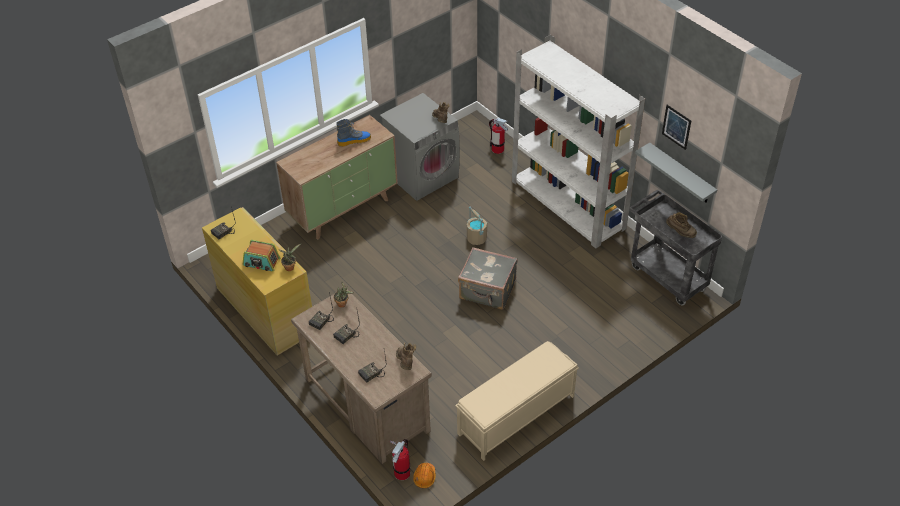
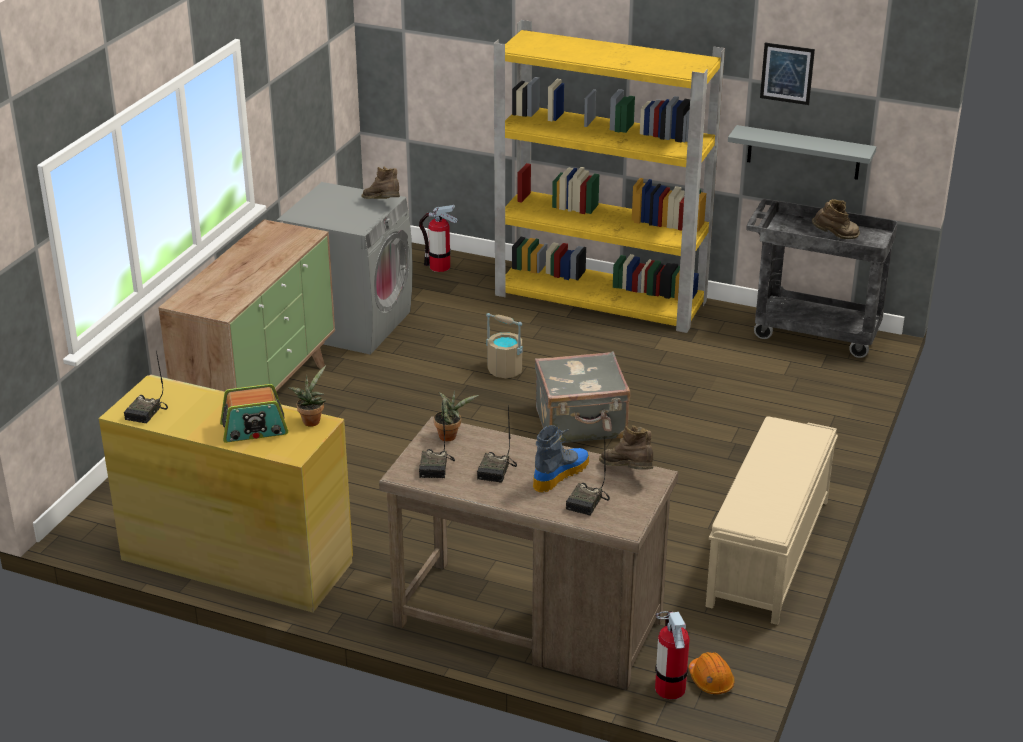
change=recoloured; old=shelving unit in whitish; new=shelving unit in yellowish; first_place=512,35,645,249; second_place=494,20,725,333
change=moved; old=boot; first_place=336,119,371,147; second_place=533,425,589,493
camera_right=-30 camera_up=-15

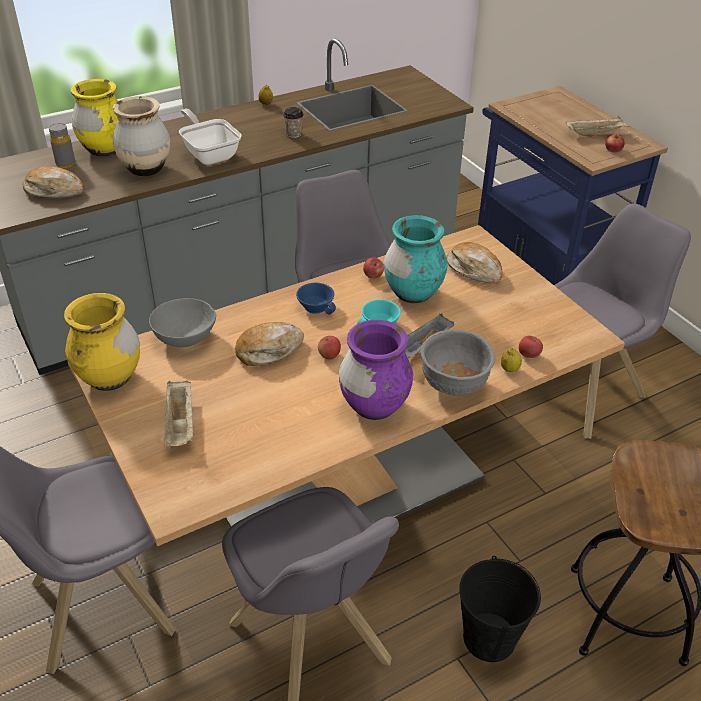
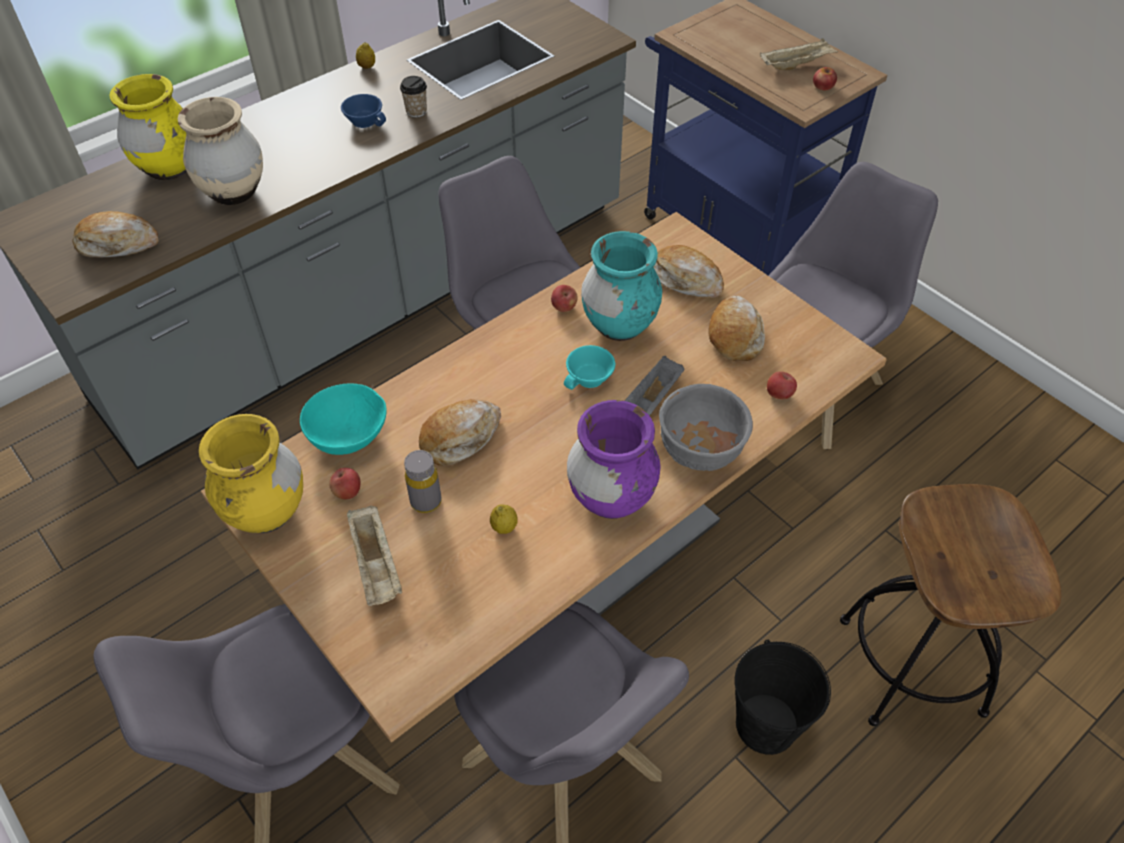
change=removed; old=skillet; first_place=179,109,242,165
change=moved; old=drink bottle in grey; first_place=49,123,75,169; second_place=404,450,442,513
change=moved; old=small cup in blue; first_place=296,283,336,315; second_place=341,94,386,128
change=recoloured; old=serving bowl in grey; new=serving bowl in blue-green; first_place=149,298,216,347; second_place=300,384,387,455
change=moved; old=whole apple; first_place=318,336,341,359; second_place=329,468,360,499
change=moved; old=whole lemon; first_place=501,348,522,372; second_place=490,504,518,534
change=added; new=bakery bread; second_place=708,295,765,361
camera_right=-10 camera_up=10

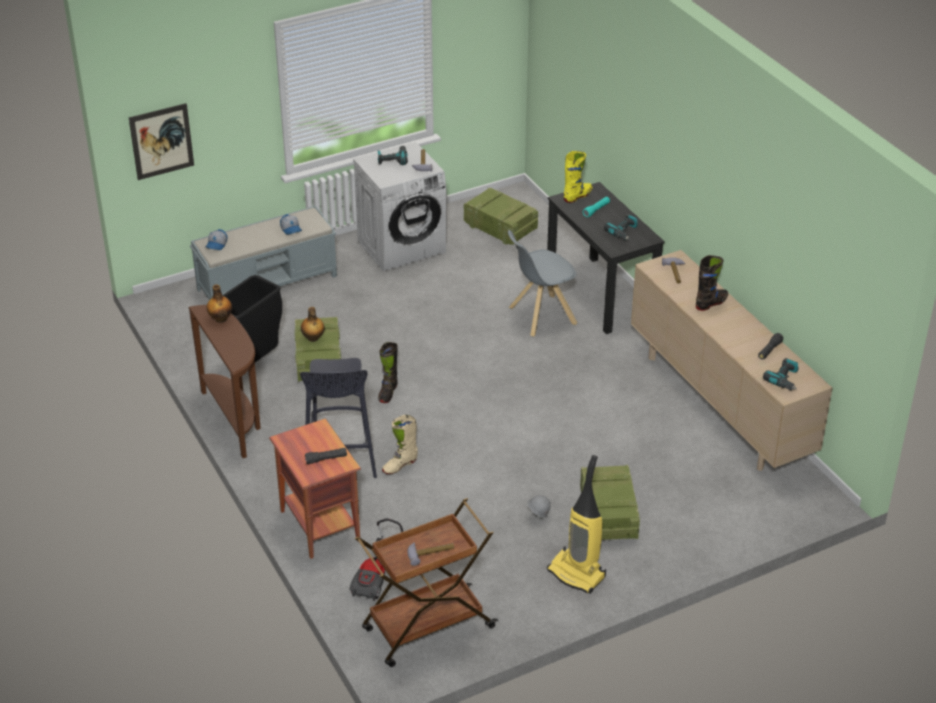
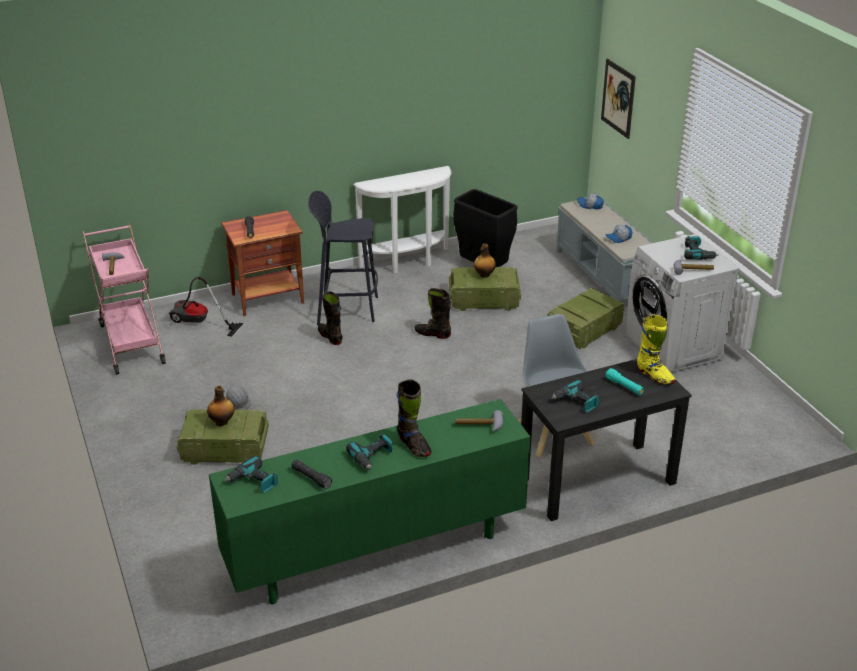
change=moved; old=crate; first_place=464,188,538,245; second_place=548,288,624,349
change=recoloured; old=cupboard in sand-coloured; new=cupboard in green-coloured; first_place=631,250,832,471; second_place=209,399,530,604
change=moved; old=drink bottle; first_place=207,284,232,323; second_place=207,386,234,426
change=recoloured; old=hall table in brown-coloured; new=hall table in whitish; first_place=188,305,261,458; second_place=354,166,451,274
change=recoloured; old=boot in sand-coloured; new=boot in blackish; first_place=382,415,418,474; second_place=318,291,343,345
change=removed; old=vacuum cleaner; first_place=547,455,606,594
change=recoloured; old=trolley in brown-coloured; new=trolley in pink-coloured; first_place=355,498,498,667; second_place=83,223,166,375
change=added; new=electric drill; second_place=346,433,392,470
camera_right=95 camera_up=-5

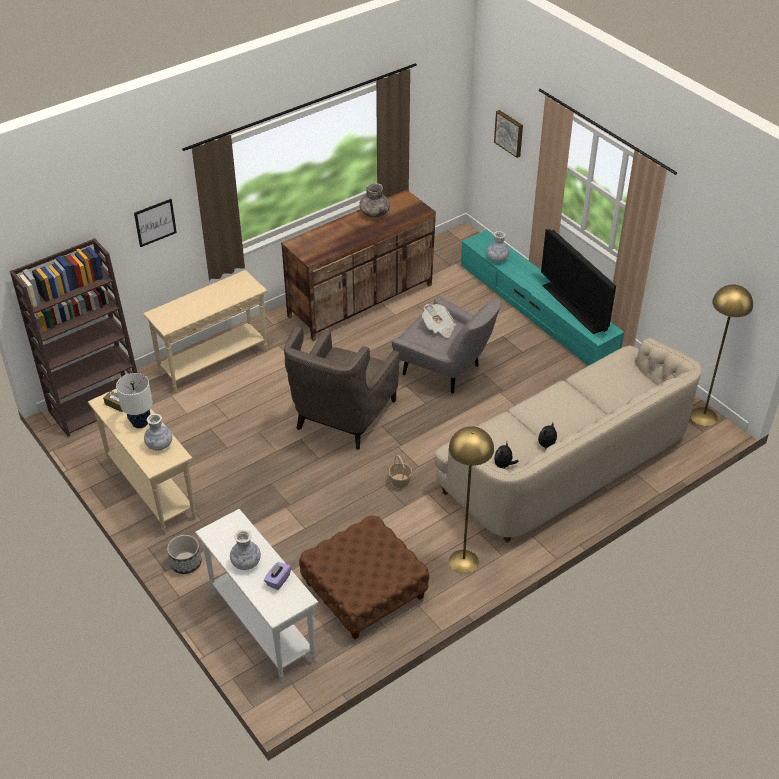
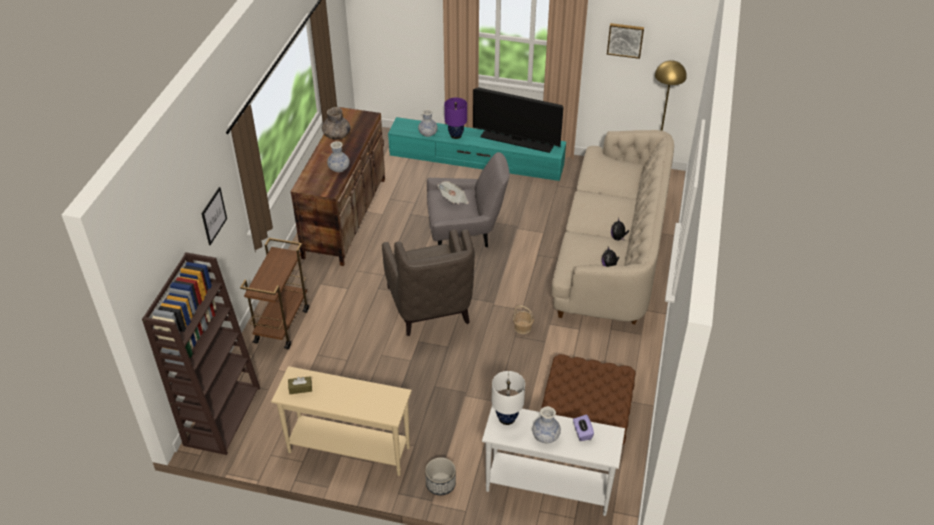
change=moved; old=wall picture; first_place=494,110,523,158; second_place=607,23,644,59
change=replaced; old=hall table in sand-coloured; new=trolley in brown-coloured; first_place=143,270,267,393; second_place=240,238,309,349
change=moved; old=tabletop lamp in whitish; first_place=116,373,153,428; second_place=491,371,525,425
change=moved; old=decorative vase; first_place=144,413,172,451; second_place=327,141,350,172
change=removed; old=floor lamp in yellowish; first_place=449,426,494,574
change=added; new=tabletop lamp in purple-coloured; second_place=444,98,467,139
camera_right=-40 camera_up=0

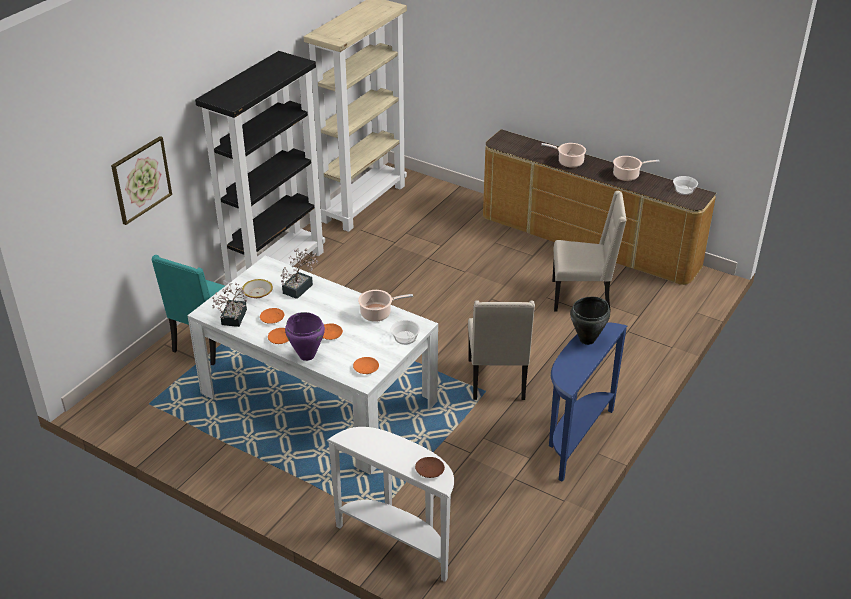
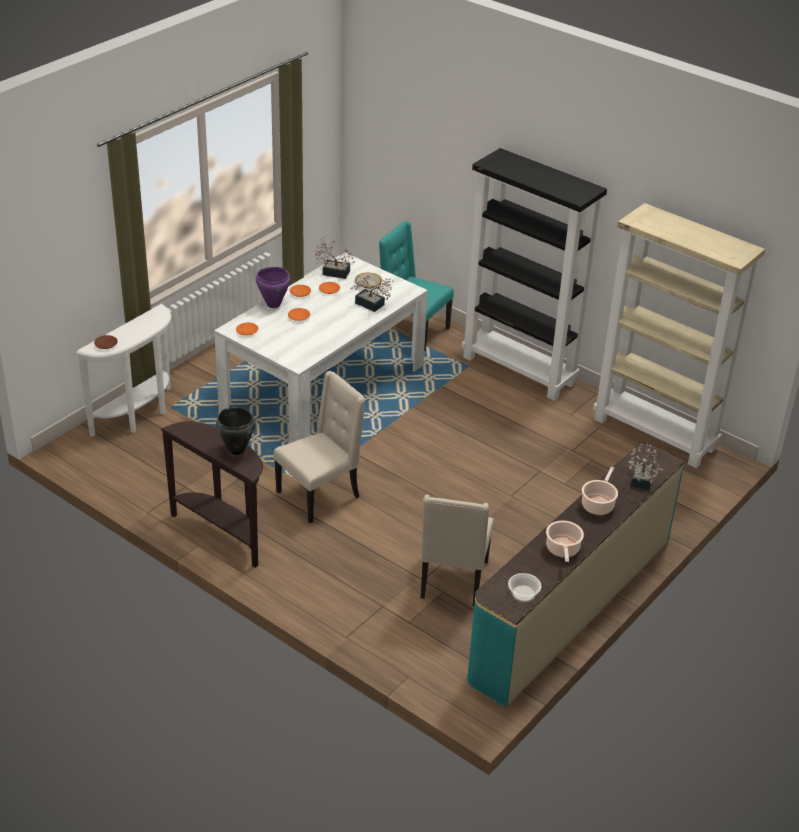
change=recoloured; old=cupboard in brown-coloured; new=cupboard in blue-green; first_place=483,129,716,285; second_place=467,444,685,708
change=removed; old=wall picture; first_place=111,136,172,225
change=removed; old=stockpot; first_place=358,290,413,322
change=turned; old=upright chair in sand-coloured; first_place=468,300,535,400; second_place=274,371,366,523; degrees=135
change=removed; old=serving bowl; first_place=391,320,420,345
change=recoloured; old=hall table in blue; new=hall table in brown-coloured; first_place=549,322,627,482; second_place=161,421,263,568
change=added; new=potted plant; second_place=628,444,663,490
camera_right=95 camera_up=0

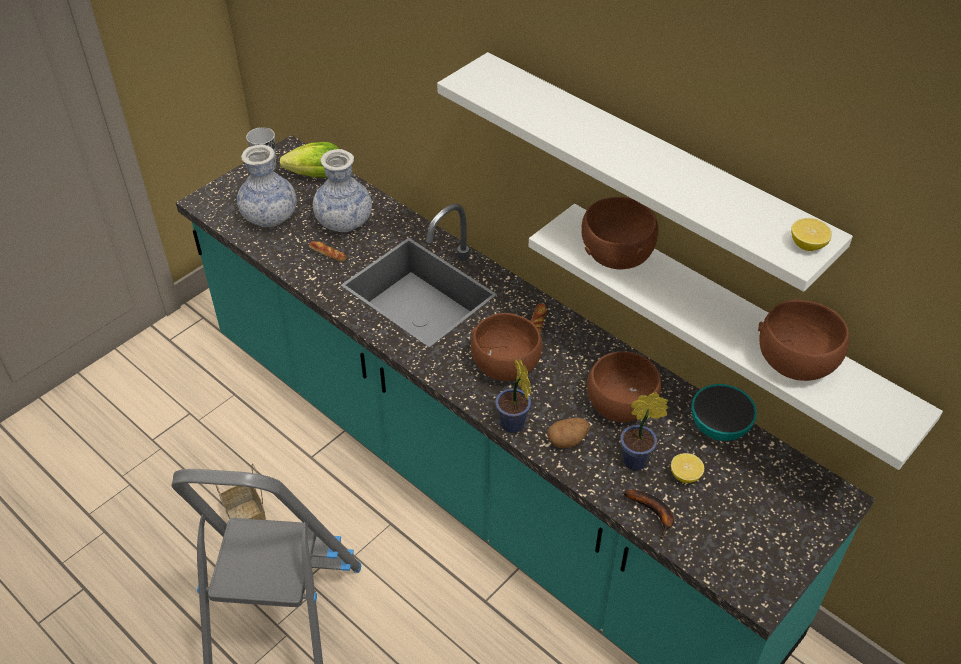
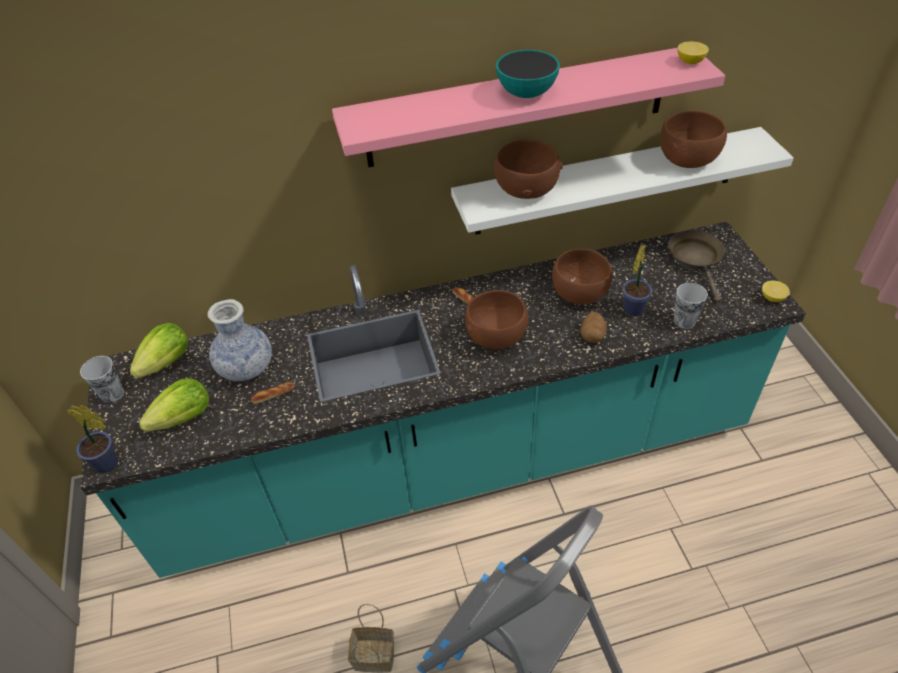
change=recoloured; old=bracket shelf in whitish; new=bracket shelf in pink-coloured; first_place=437,52,853,292; second_place=332,48,725,167
change=replaced; old=decorative vase; new=head of lettuce; first_place=237,145,297,227; second_place=139,378,209,432
change=moved; old=potted plant; first_place=495,359,531,433; second_place=67,405,118,473
change=moved; old=serving bowl; first_place=692,384,757,441; second_place=496,50,560,98
change=moved; old=whole lemon; first_place=671,453,704,483; second_place=762,281,790,302
change=replaced; old=banana fruit; new=small cup; first_place=624,490,674,538; second_place=674,283,708,329
change=added; new=skillet in brown-coloured; second_place=668,230,724,302
camera_right=-55 camera_up=0

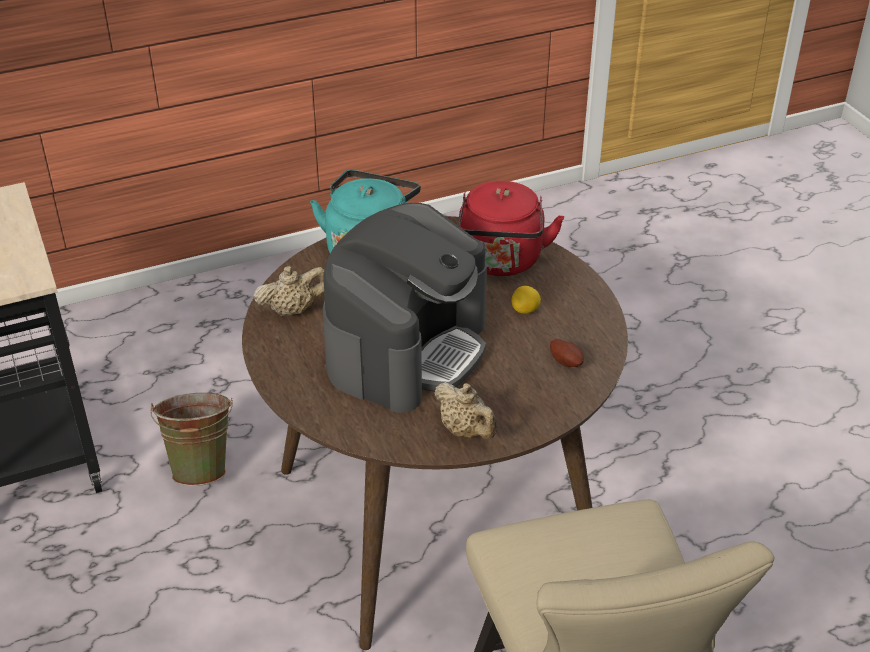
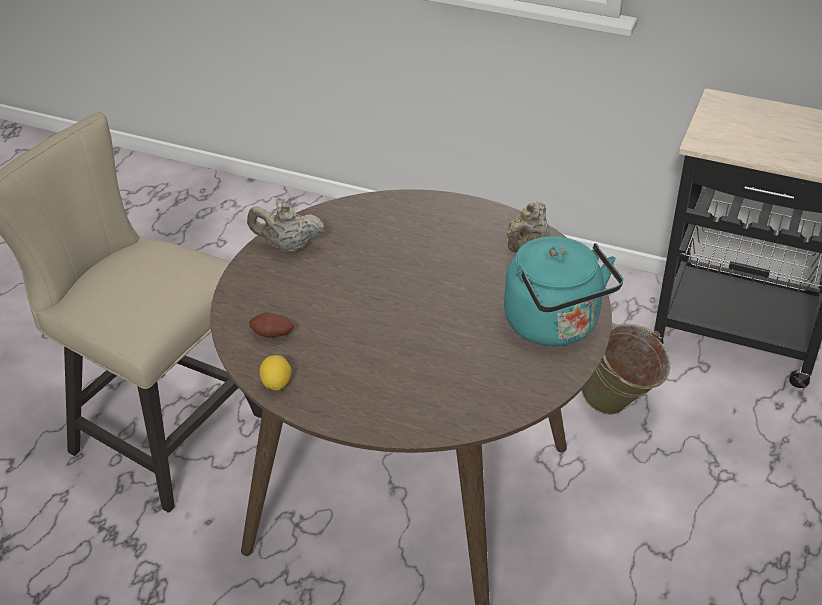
change=removed; old=kettle in red-coloured; first_place=458,181,564,276
change=removed; old=coffee maker; first_place=323,203,487,413
change=moved; old=whole lemon; first_place=511,286,541,314; second_place=259,355,292,390
camera_right=135 camera_up=0

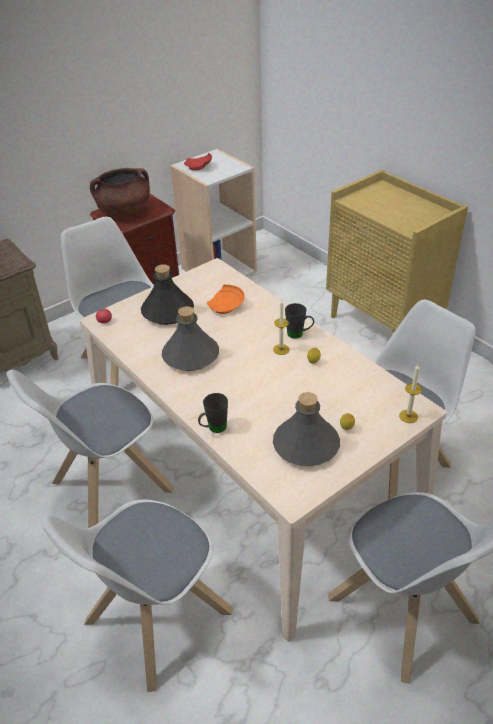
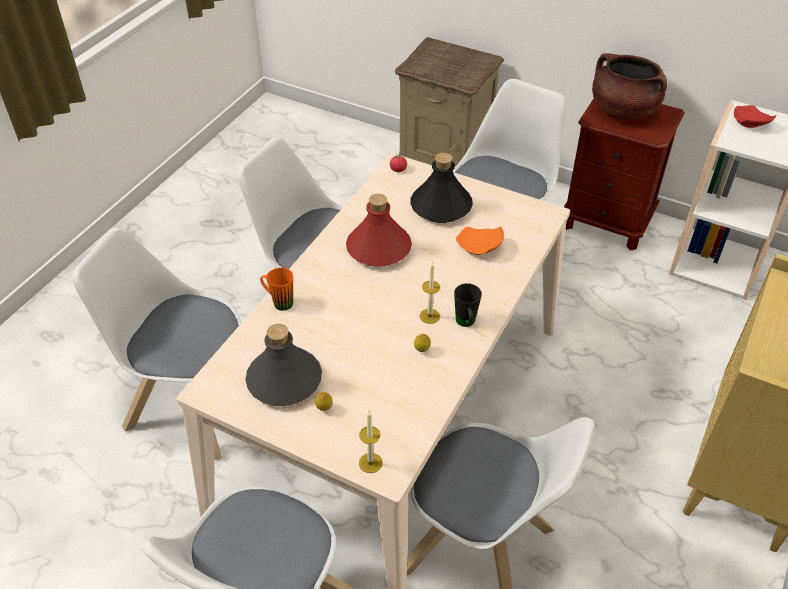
change=recoloured; old=drink bottle in grey; new=drink bottle in red-coloured; first_place=162,306,219,371; second_place=346,194,412,267
change=recoloured; old=coffee mug in blackish; new=coffee mug in orangey; first_place=198,393,228,433; second_place=260,268,293,311
camera_right=65 camera_up=5

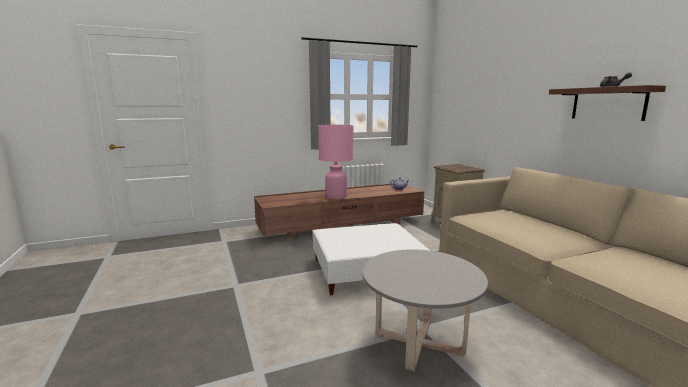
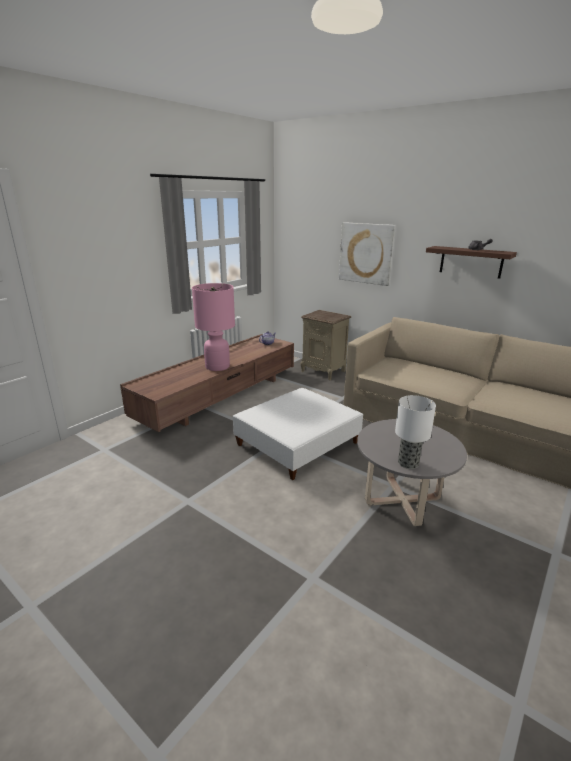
change=added; new=wall picture; second_place=339,222,396,286
change=added; new=tabletop lamp; second_place=395,395,436,469
camera_right=-30 camera_up=10

